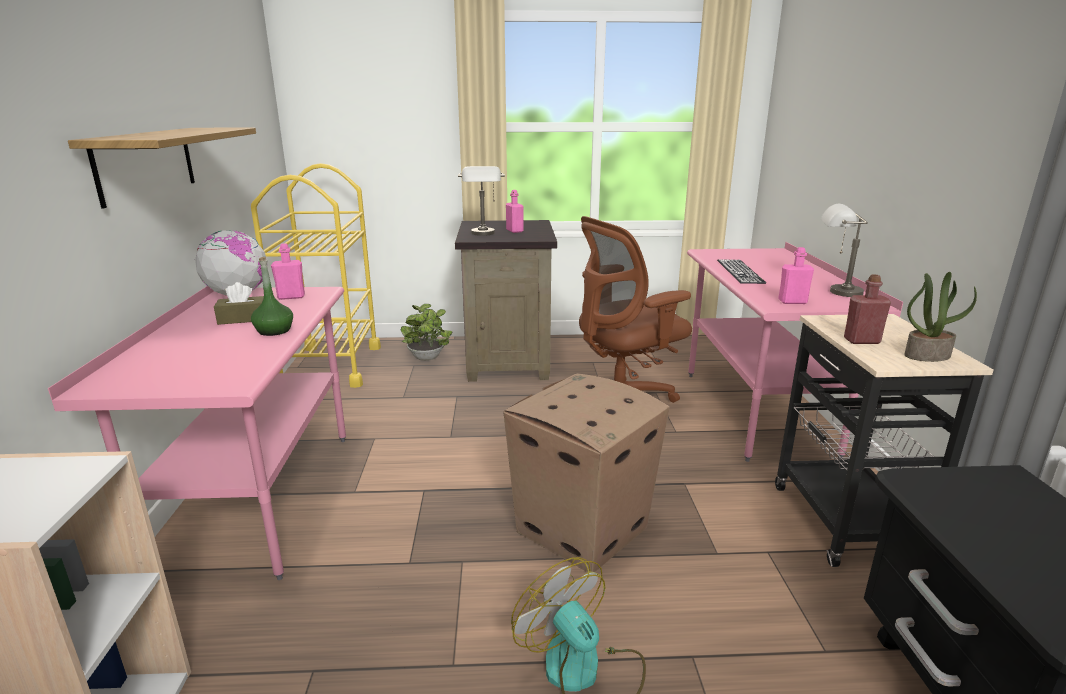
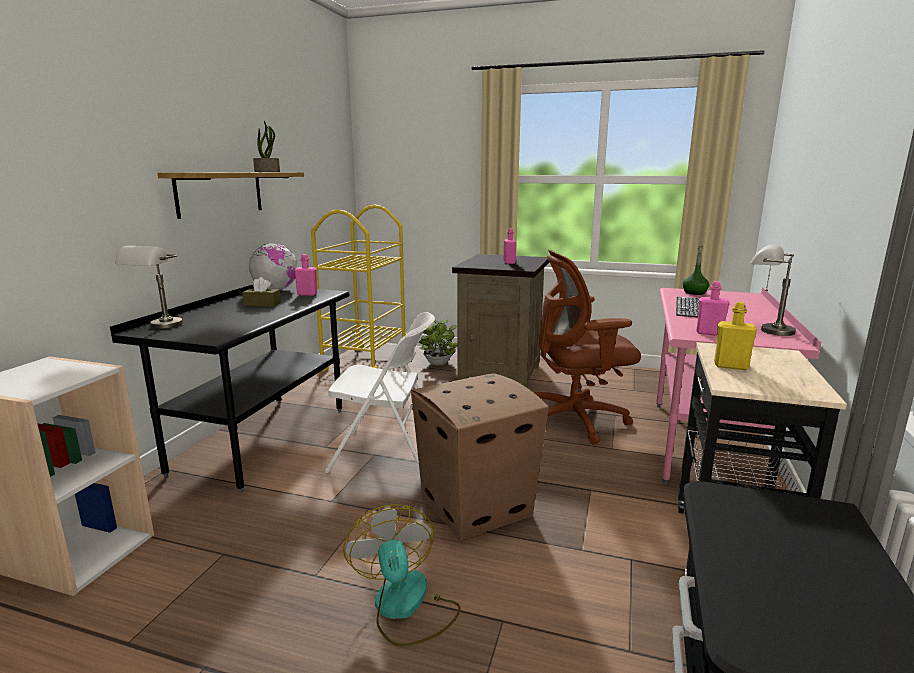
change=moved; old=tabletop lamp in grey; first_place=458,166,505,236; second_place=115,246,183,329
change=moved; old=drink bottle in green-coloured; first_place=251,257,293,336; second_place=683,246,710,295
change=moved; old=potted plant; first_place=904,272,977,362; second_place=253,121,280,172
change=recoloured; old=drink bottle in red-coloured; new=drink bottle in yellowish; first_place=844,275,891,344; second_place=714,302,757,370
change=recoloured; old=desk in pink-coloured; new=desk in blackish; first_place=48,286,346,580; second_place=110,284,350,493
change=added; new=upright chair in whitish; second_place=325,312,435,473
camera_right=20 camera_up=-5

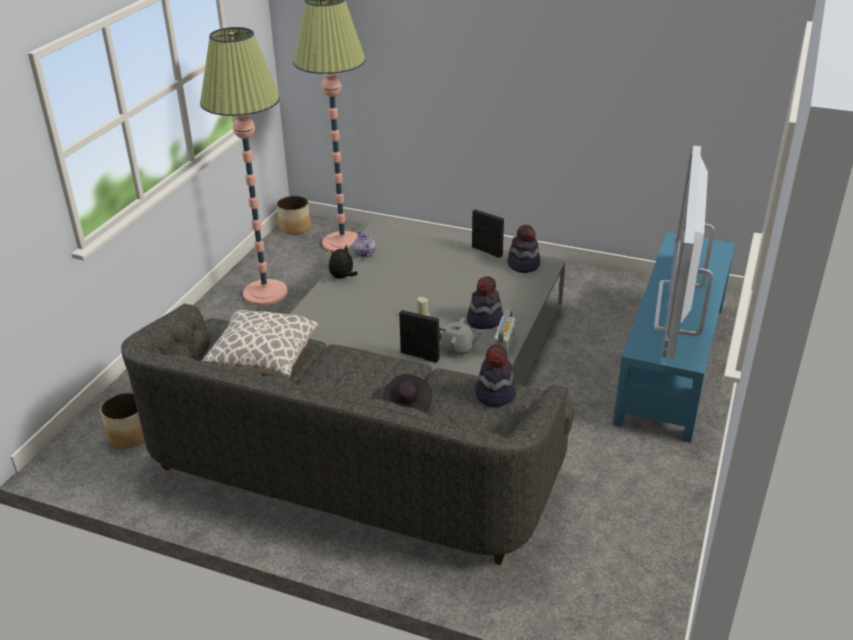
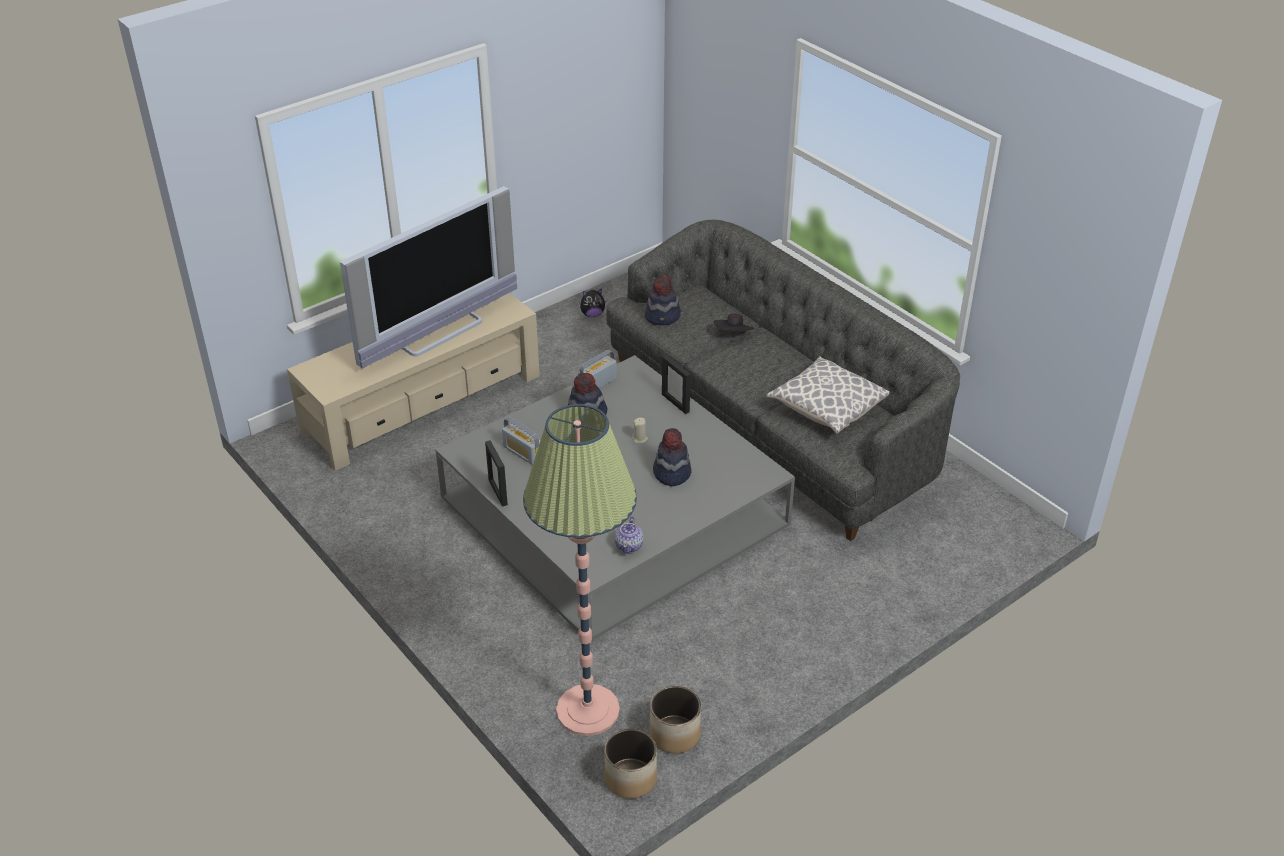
change=removed; old=floor lamp; first_place=200,27,288,305
change=moved; old=hat; first_place=508,224,541,273; second_place=653,428,691,486
change=recoloured; old=media console in blue; new=media console in sand-coloured; first_place=613,232,735,443; second_place=287,293,540,471
change=moved; old=plush toy; first_place=329,245,358,278; second_place=580,289,606,317
change=removed; old=tea pot in grey; first_place=439,318,482,356
change=moved; old=plant pot; first_place=100,393,145,448; second_place=650,686,701,753
change=added; new=radio receiver; second_place=502,417,540,465
camera_right=-150 camera_up=5

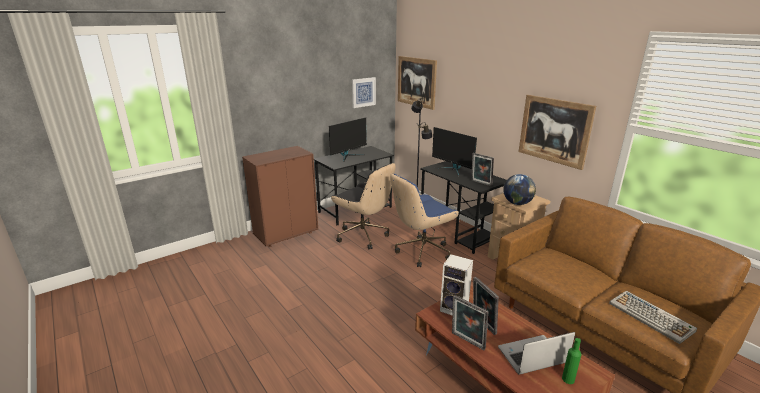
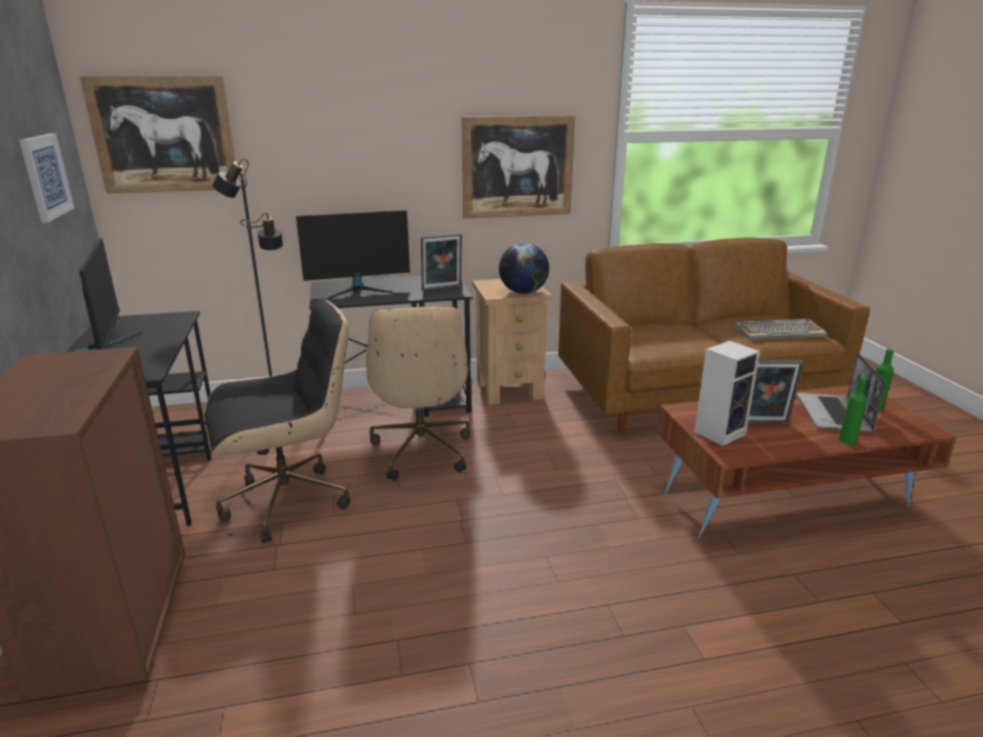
change=removed; old=photo frame; first_place=452,295,488,350
change=added; new=drink bottle in green-coloured; second_place=839,377,867,445
camera_right=-65 camera_up=0

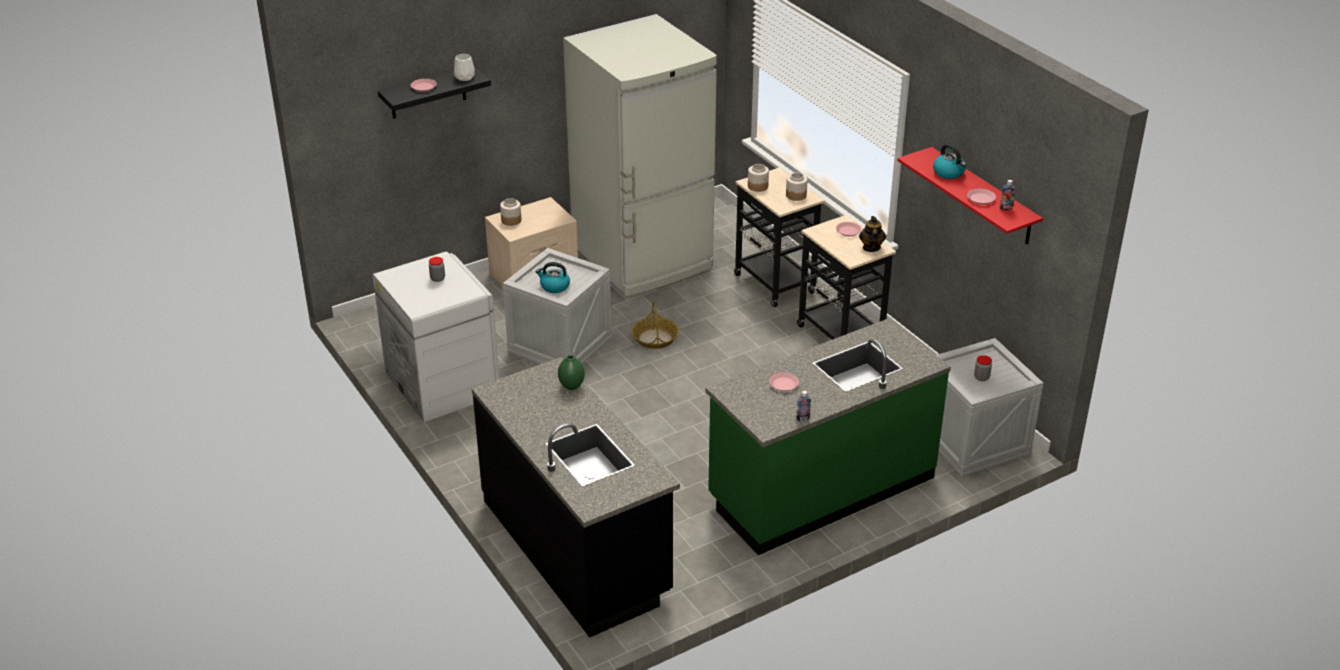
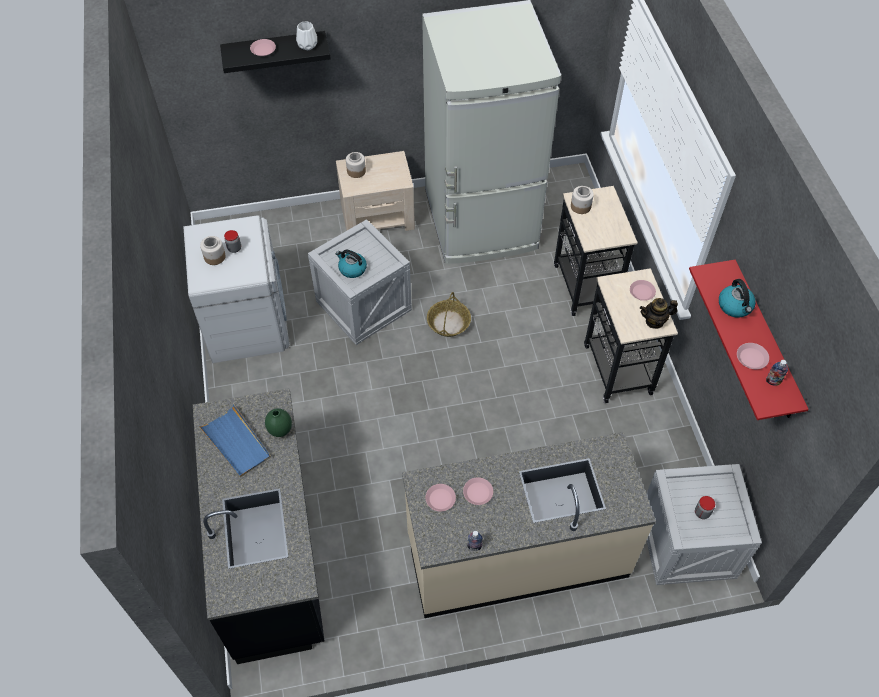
change=moved; old=preserve jar; first_place=786,173,808,201; second_place=200,236,226,265
change=turned; old=tea pot; first_place=859,216,886,252; second_place=640,298,678,329; degrees=-120
change=recoloured; old=kitchen base unit in green-coloured; new=kitchen base unit in sand-coloured; first_place=706,318,951,555; second_place=402,432,656,618
change=added; new=serving tray in blue; second_place=199,404,271,478
change=added; new=dinner plate in pink-coloured; second_place=425,484,456,512
camera_right=20 camera_up=20

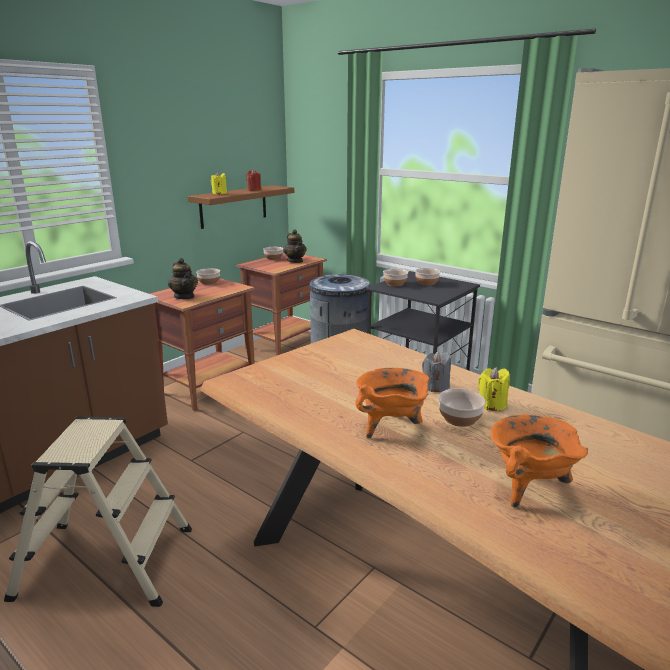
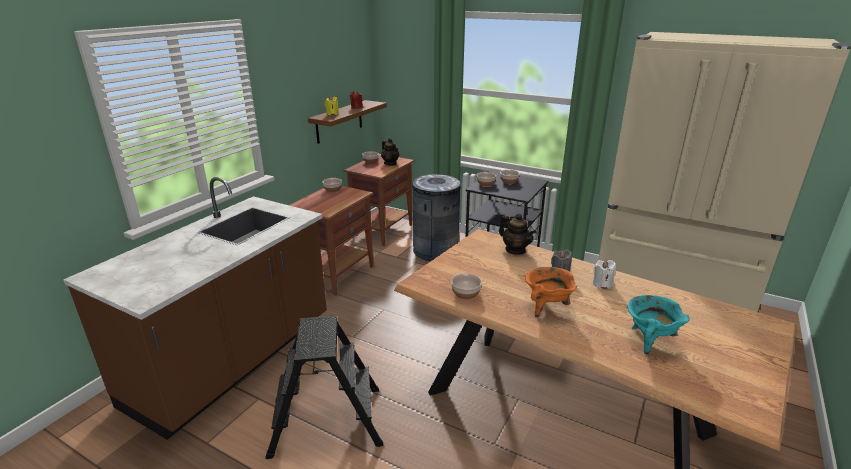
change=moved; old=tea pot; first_place=168,258,198,299; second_place=499,214,536,255
change=recoloured; old=candle in yellowish; new=candle in whitish; first_place=478,367,510,411; second_place=593,260,616,289
change=moved; old=serving bowl; first_place=438,388,486,427; second_place=451,273,482,300
change=recoloured; old=stockpot in orangey; new=stockpot in blue-green; first_place=491,415,588,508; second_place=628,295,690,355
change=recoloured; old=step stool in sand-coloured; new=step stool in blackish; first_place=4,417,192,607; second_place=265,315,383,459
camera_right=-10 camera_up=5

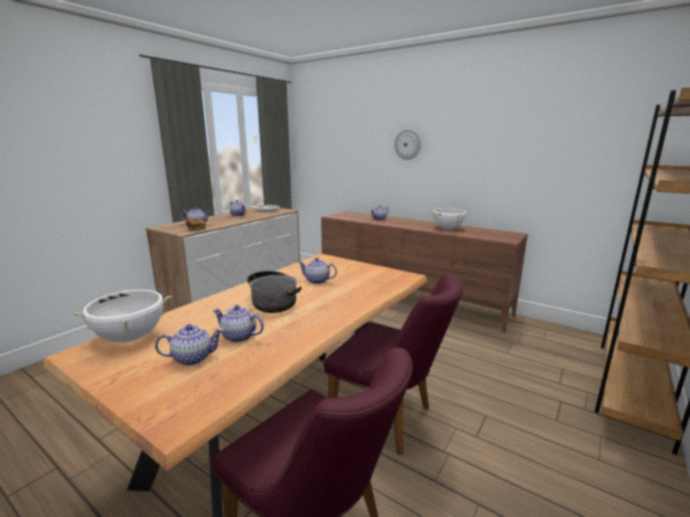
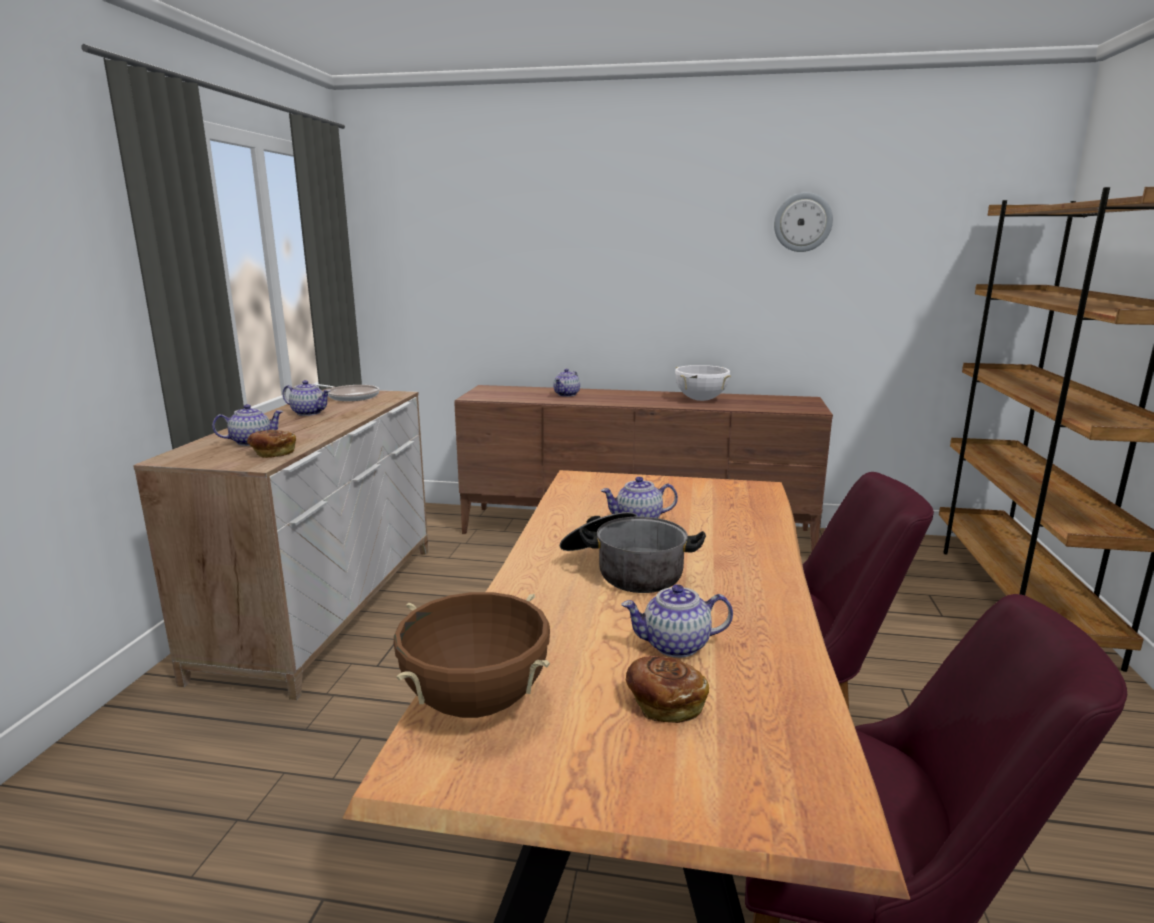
change=moved; old=hanging clock; first_place=394,129,421,160; second_place=774,192,833,252
change=recoloured; old=stockpot in whitish; new=stockpot in brown-coloured; first_place=72,290,172,342; second_place=394,592,550,718
change=replaced; old=tea pot; new=bakery bread; first_place=155,324,224,366; second_place=625,656,709,723
camera_right=-25 camera_up=0

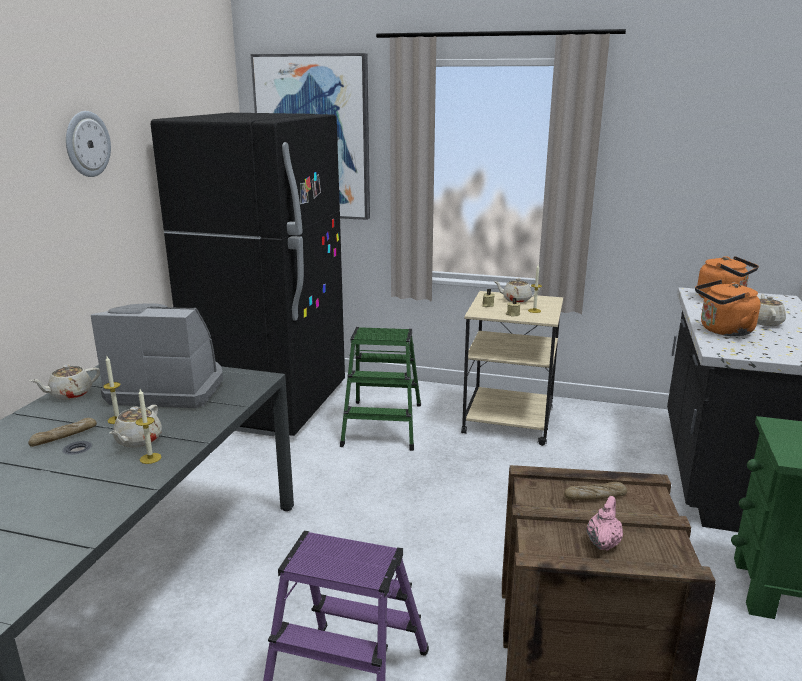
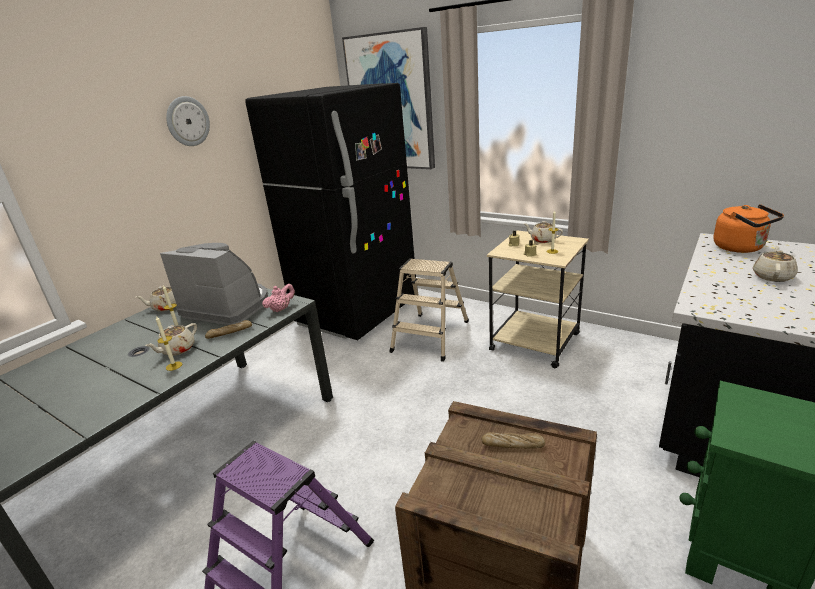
change=removed; old=kettle in orangey; first_place=695,280,761,336
change=recoloured; old=step stool in green-coloured; new=step stool in sand-coloured; first_place=340,327,421,451; second_place=390,258,469,362
change=moved; old=bakery bread; first_place=28,418,97,447; second_place=205,320,252,339
change=moved; old=tea pot in pink-coloured; first_place=587,496,623,551; second_place=262,284,295,312
camera_right=20 camera_up=5

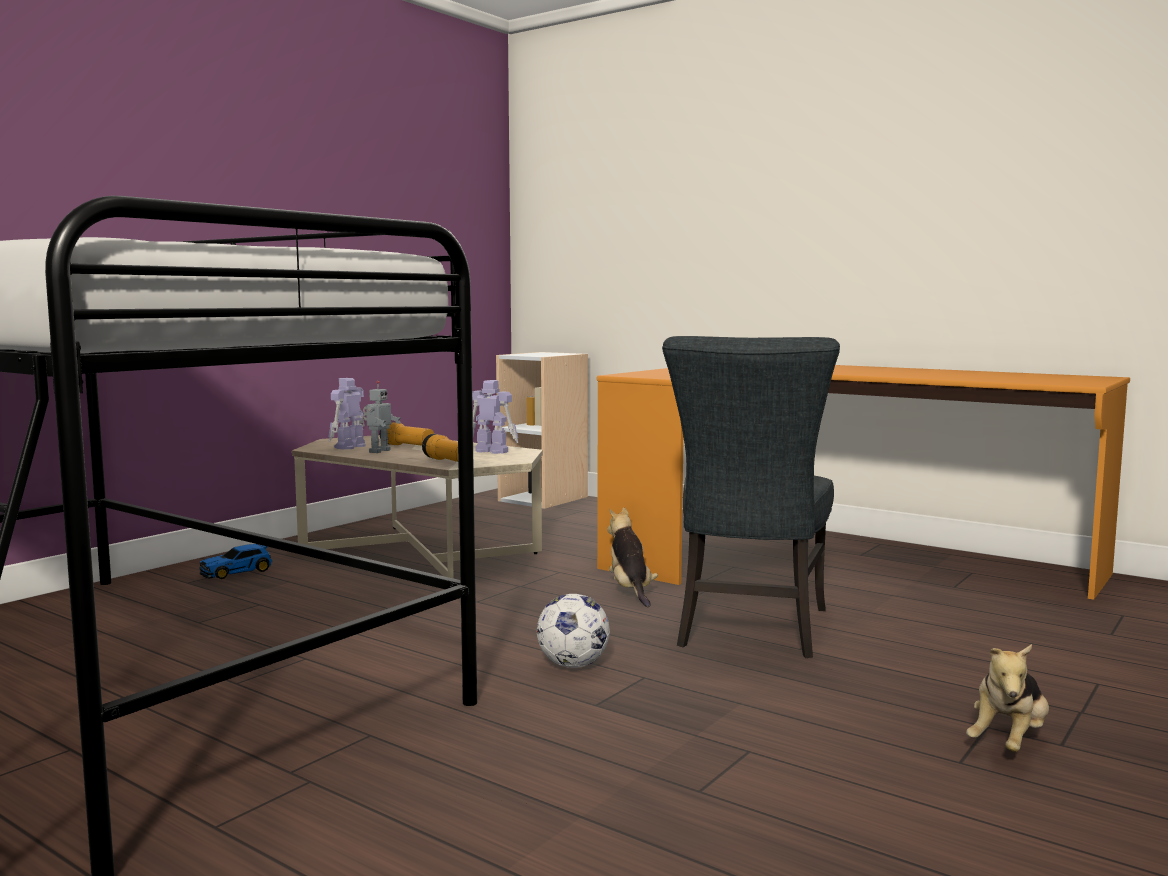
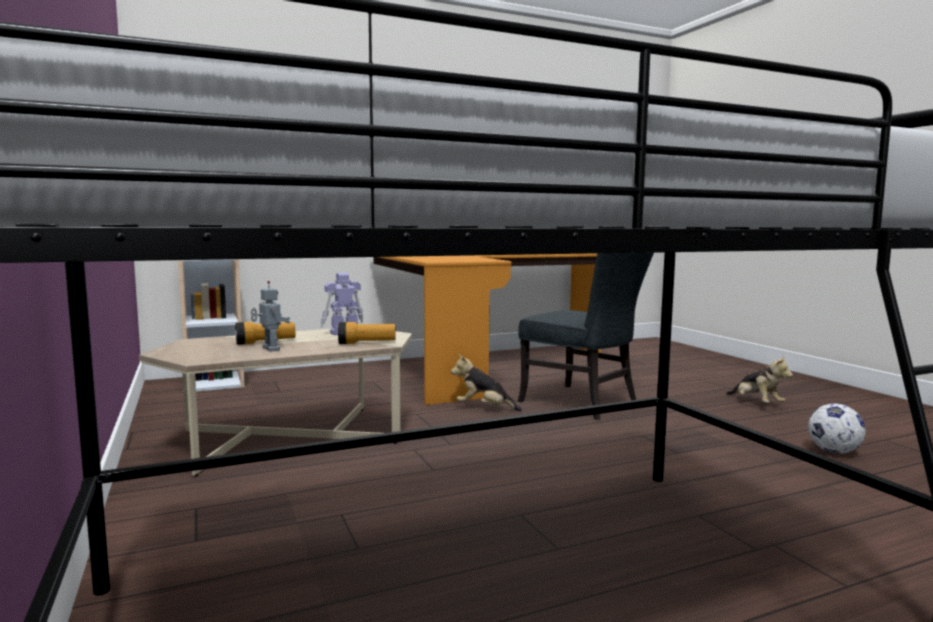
change=removed; old=robot figure; first_place=328,378,366,449
change=removed; old=miniature car; first_place=199,544,272,579
change=moved; old=ball for football; first_place=537,594,610,668; second_place=808,404,866,454
camera_right=-60 camera_up=0

